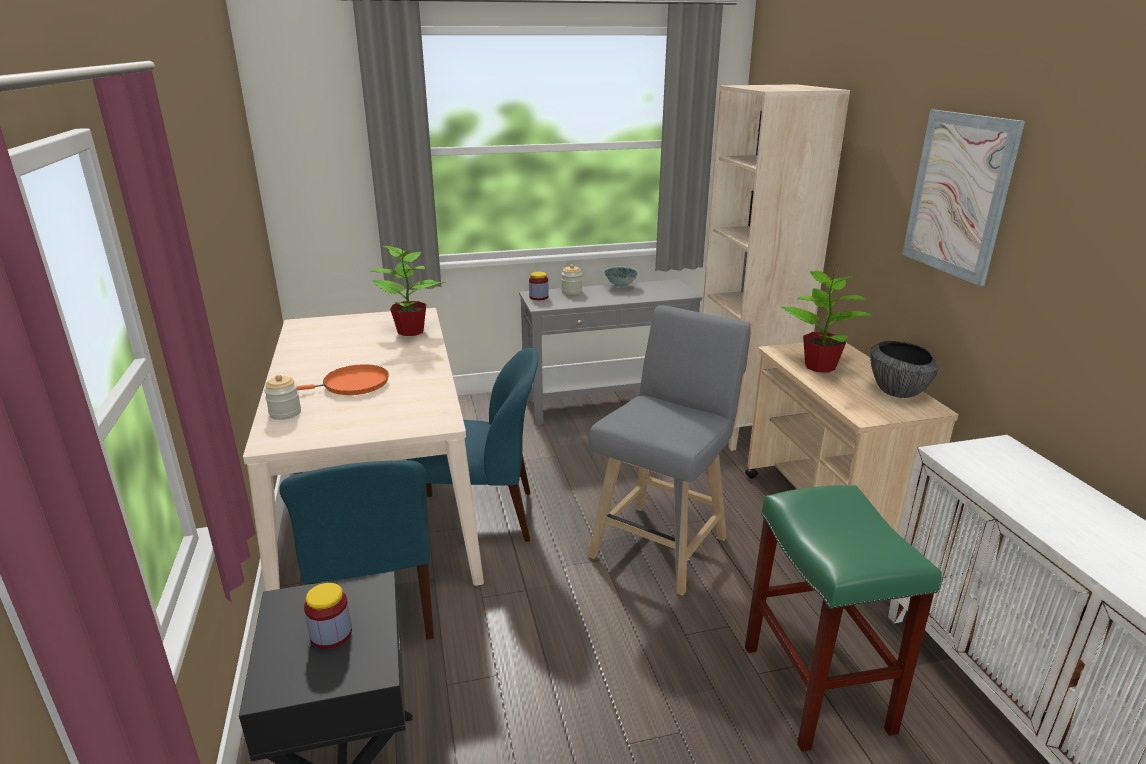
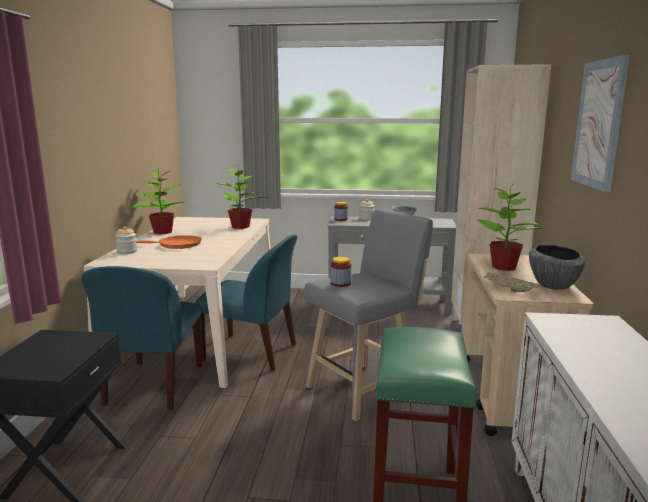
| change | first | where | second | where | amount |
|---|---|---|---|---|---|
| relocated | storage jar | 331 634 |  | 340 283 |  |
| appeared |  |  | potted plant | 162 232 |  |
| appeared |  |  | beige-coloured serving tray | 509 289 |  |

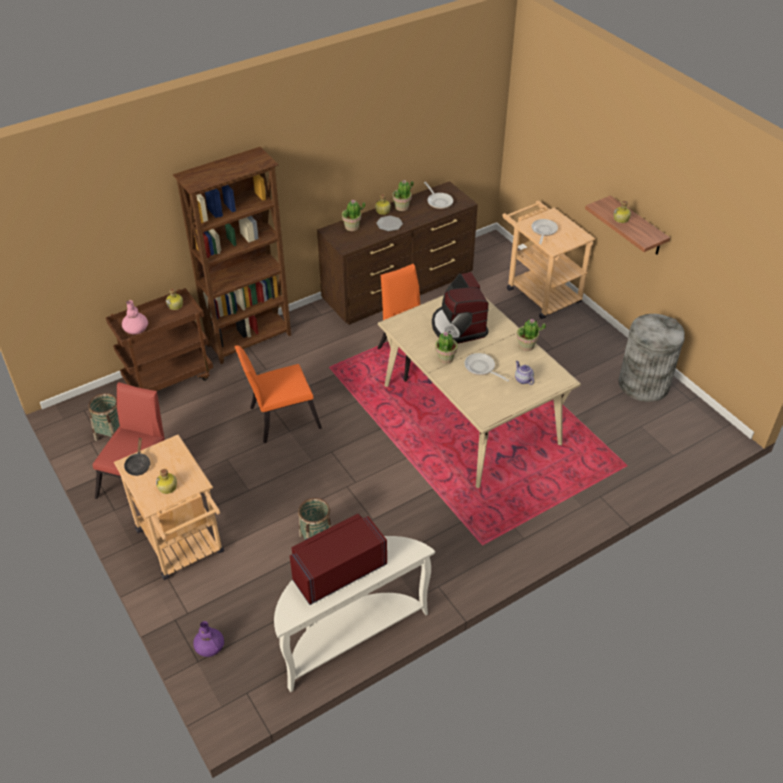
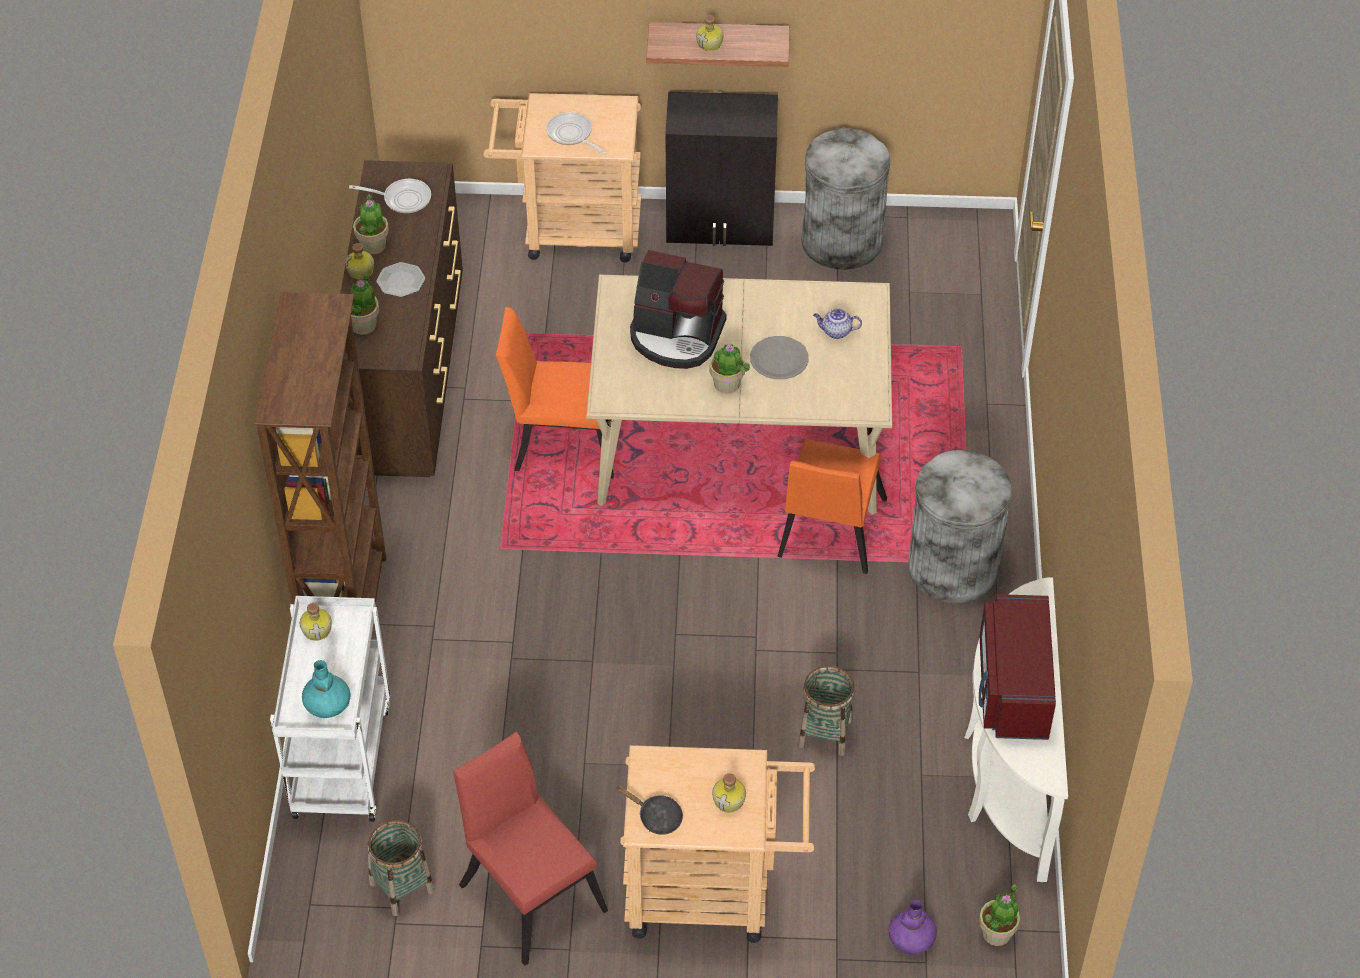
| change | first | where | second | where | amount |
|---|---|---|---|---|---|
| colour | brown trolley | 169 379 | whitish trolley | 340 758 |  |
| colour | pink-coloured decorative vase | 136 328 | turquoise decorative vase | 327 703 |  |
| relocated | potted plant | 526 346 |  | 997 933 |  |
| relocated | orangey chair | 280 418 |  | 828 534 |  |
| exchanged | frying pan | 481 368 | grey dinner plate | 779 359 |  |
| appeared |  |  | blackish cabinet | 721 225 |  |
| appeared |  |  | grey waste bin | 952 567 |  |

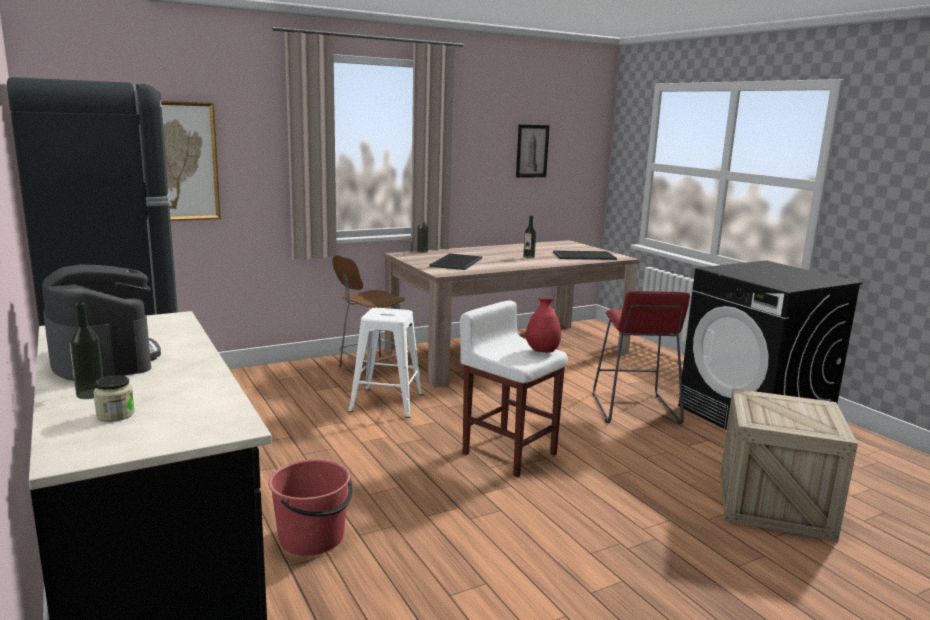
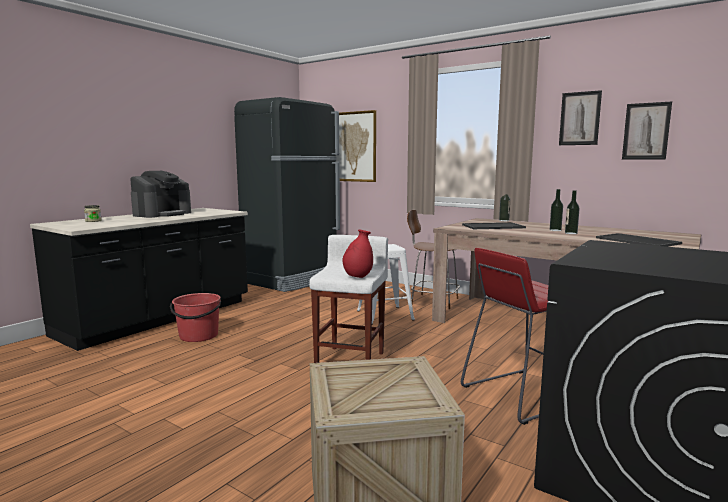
| change | first | where | second | where | amount |
|---|---|---|---|---|---|
| relocated | beverage bottle | 90 394 |  | 555 230 |  |
| appeared |  |  | wall picture | 579 118 |  |

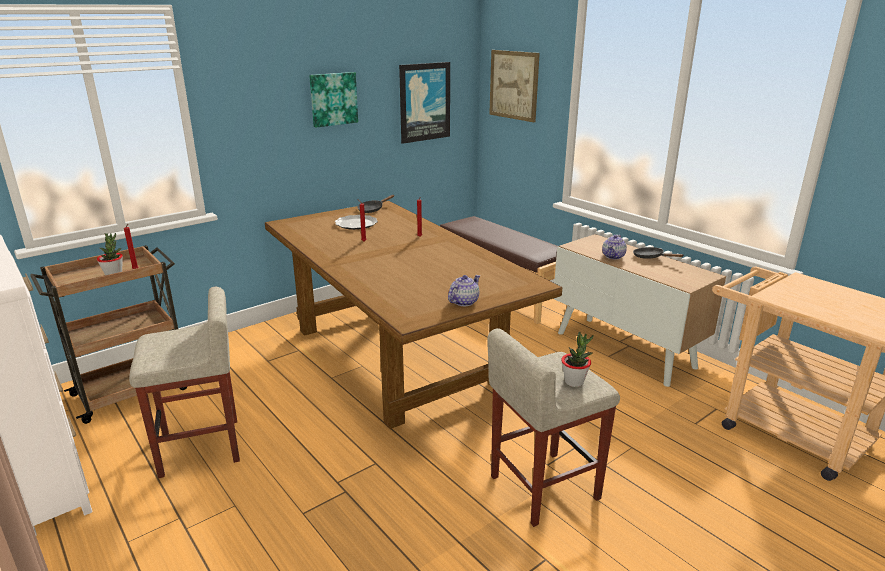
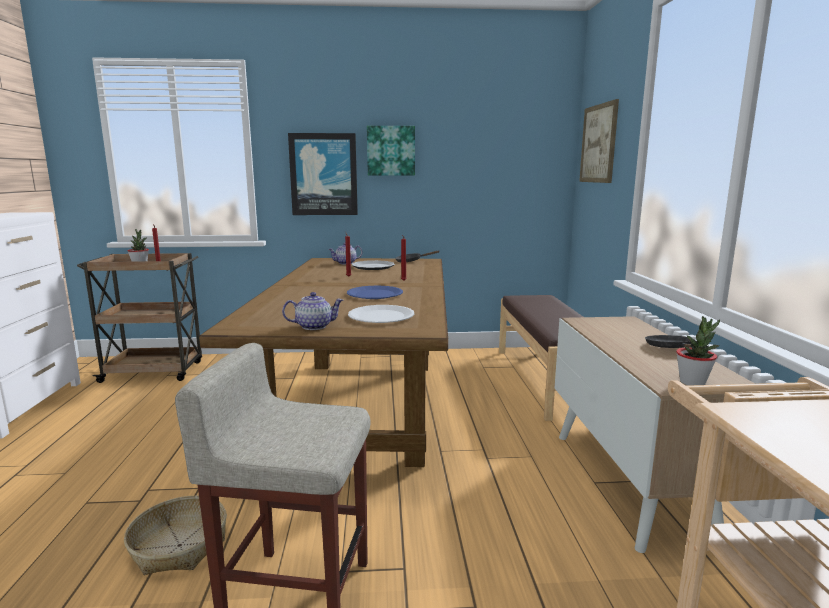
| change | first | where | second | where | amount |
|---|---|---|---|---|---|
| relocated | wall picture | 424 102 |  | 323 174 |  |
| relocated | tea pot | 613 256 |  | 345 263 |  |
| missing | beige-coloured stool seat | 202 447 |  |  |  |
| relocated | potted plant | 574 382 |  | 692 382 |  |
| appeared |  |  | blue-coloured dinner plate | 374 294 |  |
| appeared |  |  | whitish dinner plate | 381 316 |  |
| appeared |  |  | basket | 179 545 |  |

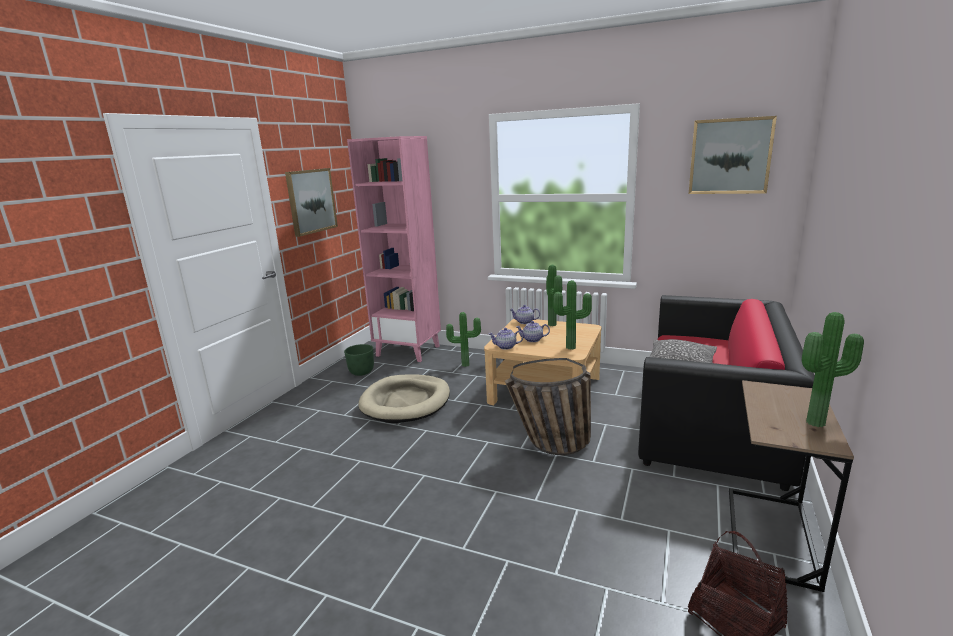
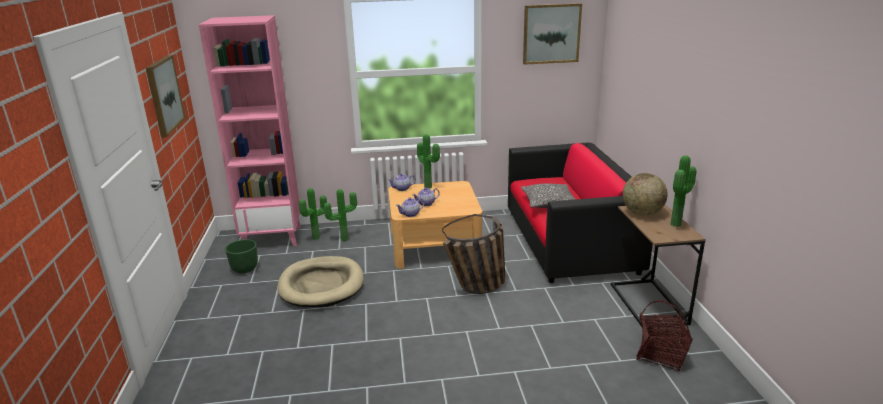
| change | first | where | second | where | amount |
|---|---|---|---|---|---|
| relocated | potted plant | 572 348 |  | 317 238 |  |
| appeared |  |  | world globe | 642 213 |  |

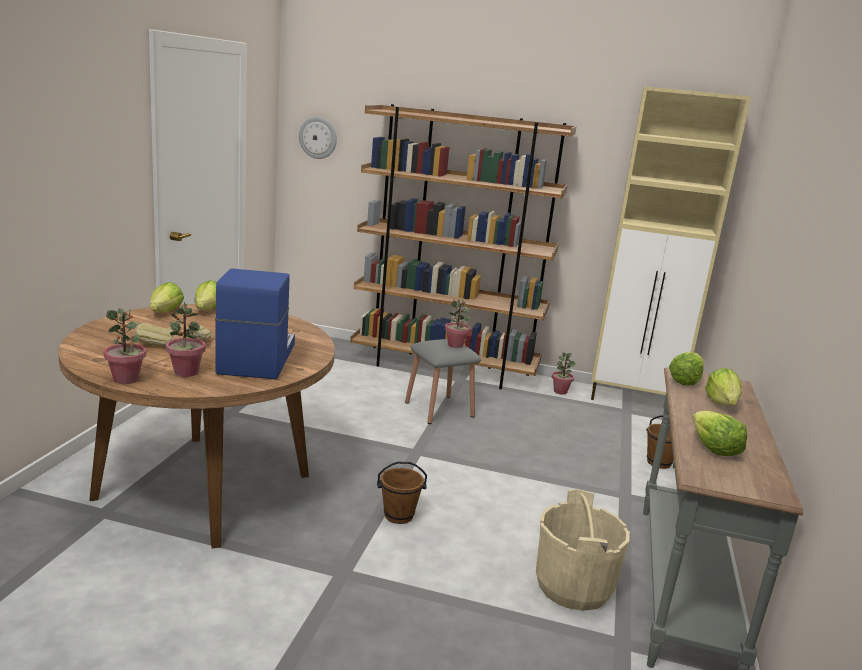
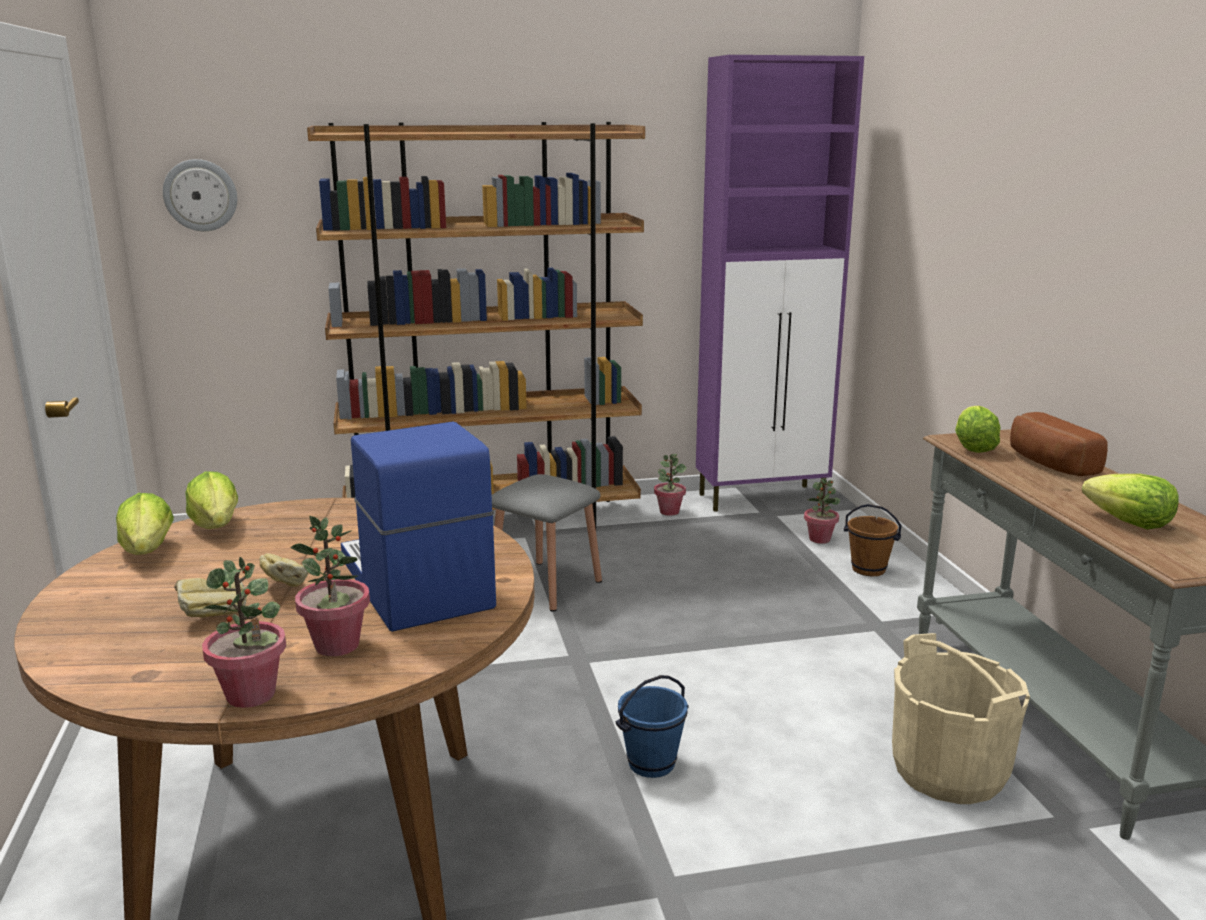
| change | first | where | second | where | amount |
|---|---|---|---|---|---|
| colour | beige-coloured cabinet | 634 401 | purple cabinet | 763 498 |  |
| relocated | potted plant | 455 345 |  | 820 539 |  |
| exchanged | head of lettuce | 722 403 | bakery bread | 1047 464 |  |
| colour | brown pail | 398 516 | blue-coloured pail | 652 764 |  |

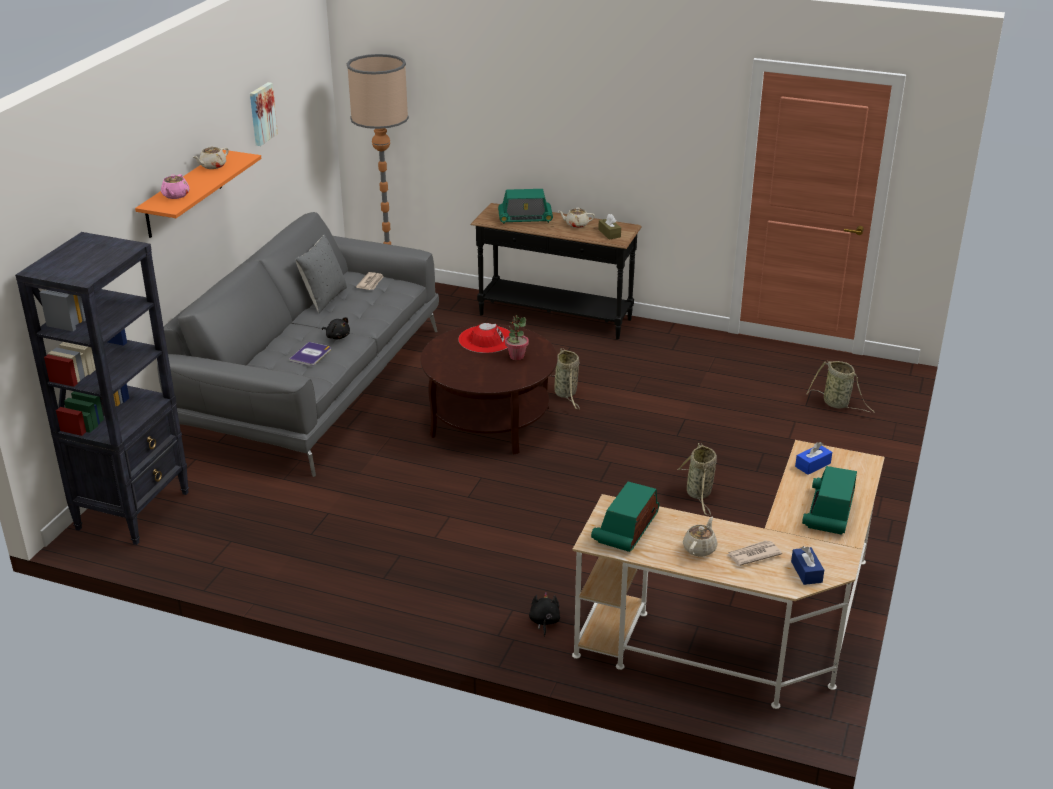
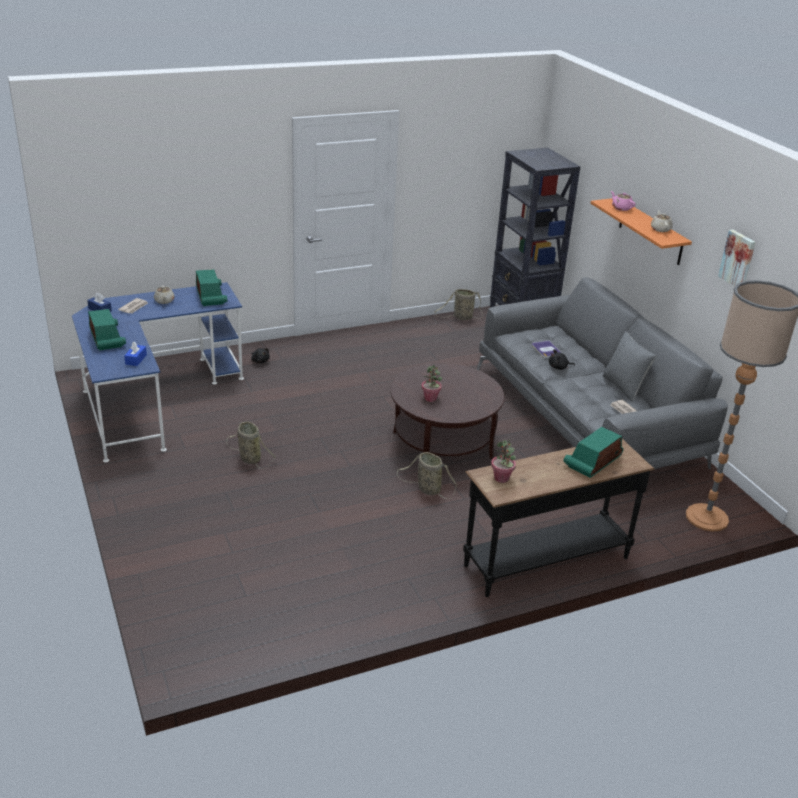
| change | first | where | second | where | amount |
|---|---|---|---|---|---|
| missing | beige-coloured tea pot | 576 224 |  |  |  |
| exchanged | brown tissue box | 609 233 | potted plant | 501 478 |  |
| missing | red-coloured hat | 486 339 |  |  |  |
| relocated | basket | 838 404 |  | 461 317 |  |
| colour | beige-coloured desk unit | 746 630 | blue-coloured desk unit | 151 397 |  |

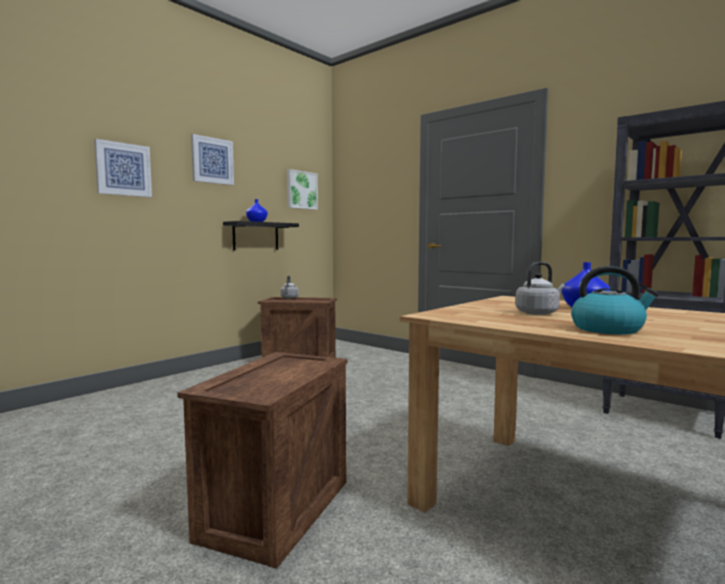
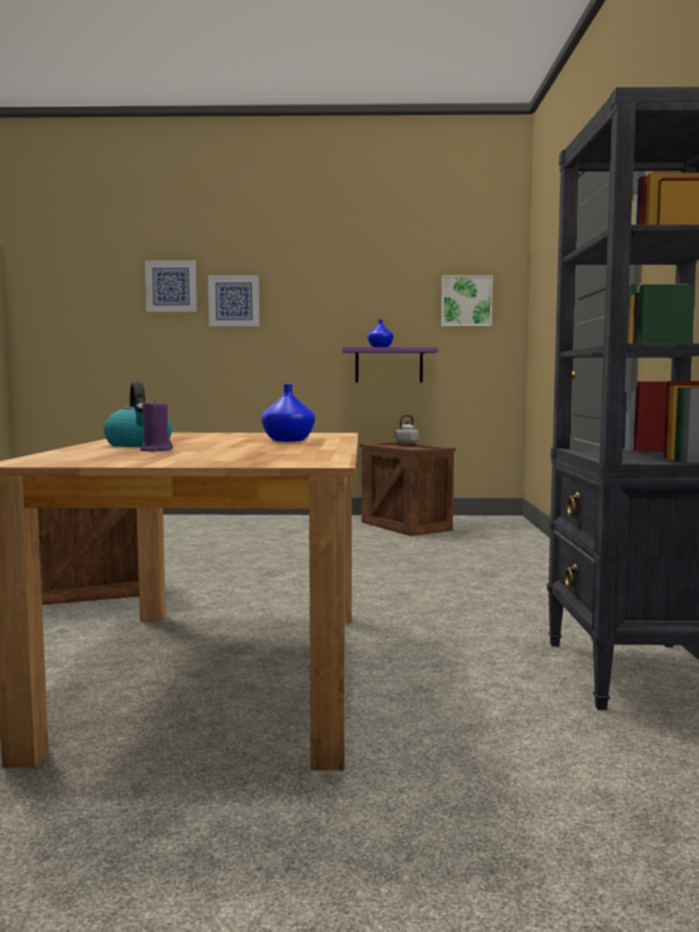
| change | first | where | second | where | amount |
|---|---|---|---|---|---|
| relocated | wall picture | 212 160 |  | 171 286 |  |
| colour | blackish shelf | 255 236 | purple shelf | 389 365 |  |
| missing | grey tea kettle | 538 313 |  |  |  |
| appeared |  |  | purple candle | 156 450 |  |

